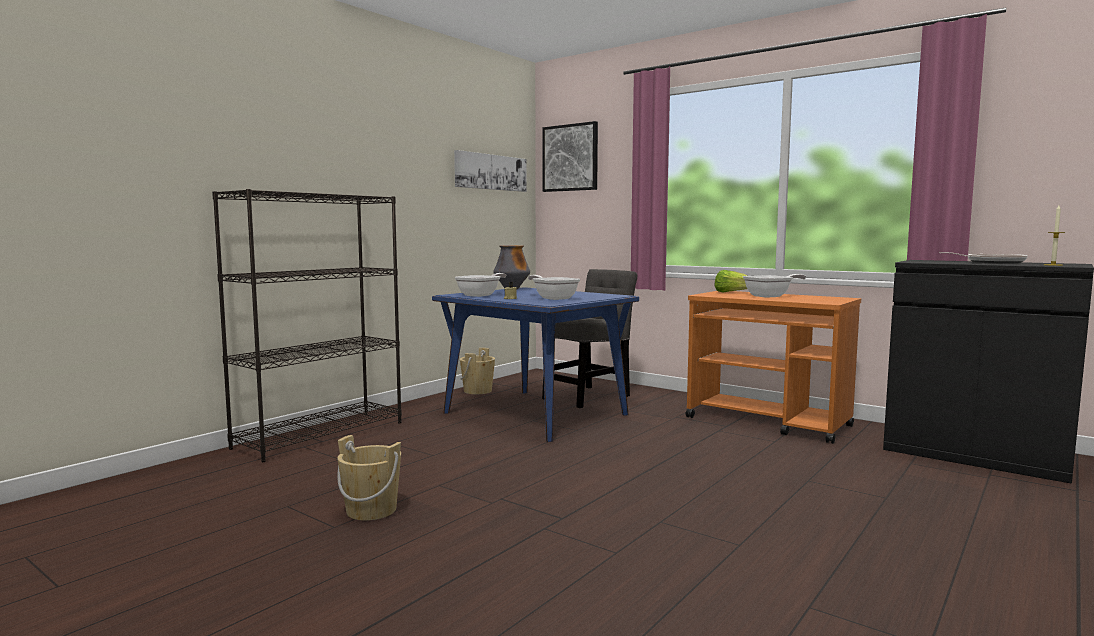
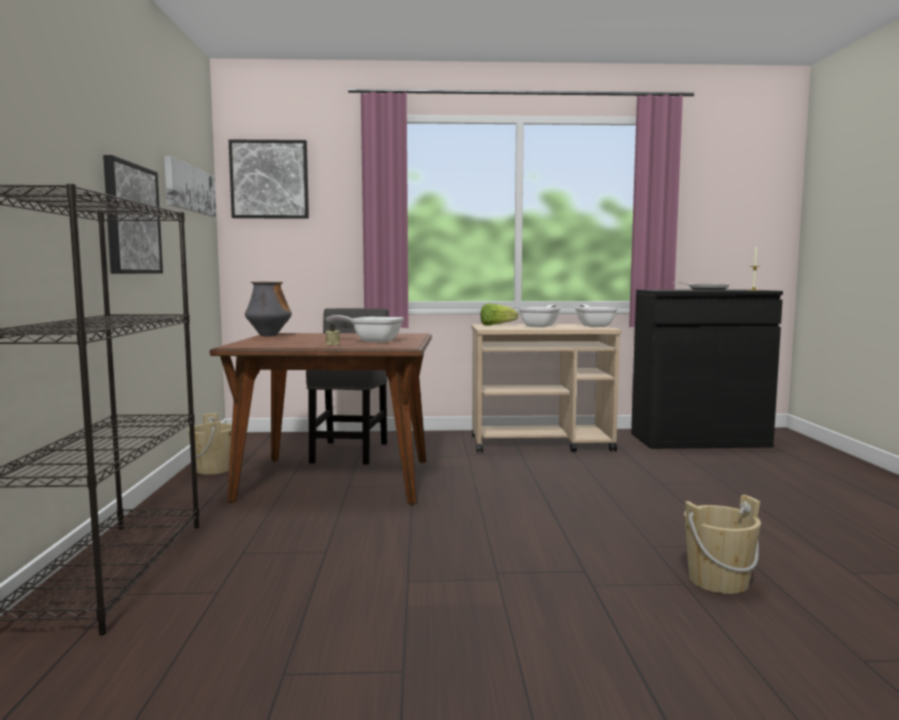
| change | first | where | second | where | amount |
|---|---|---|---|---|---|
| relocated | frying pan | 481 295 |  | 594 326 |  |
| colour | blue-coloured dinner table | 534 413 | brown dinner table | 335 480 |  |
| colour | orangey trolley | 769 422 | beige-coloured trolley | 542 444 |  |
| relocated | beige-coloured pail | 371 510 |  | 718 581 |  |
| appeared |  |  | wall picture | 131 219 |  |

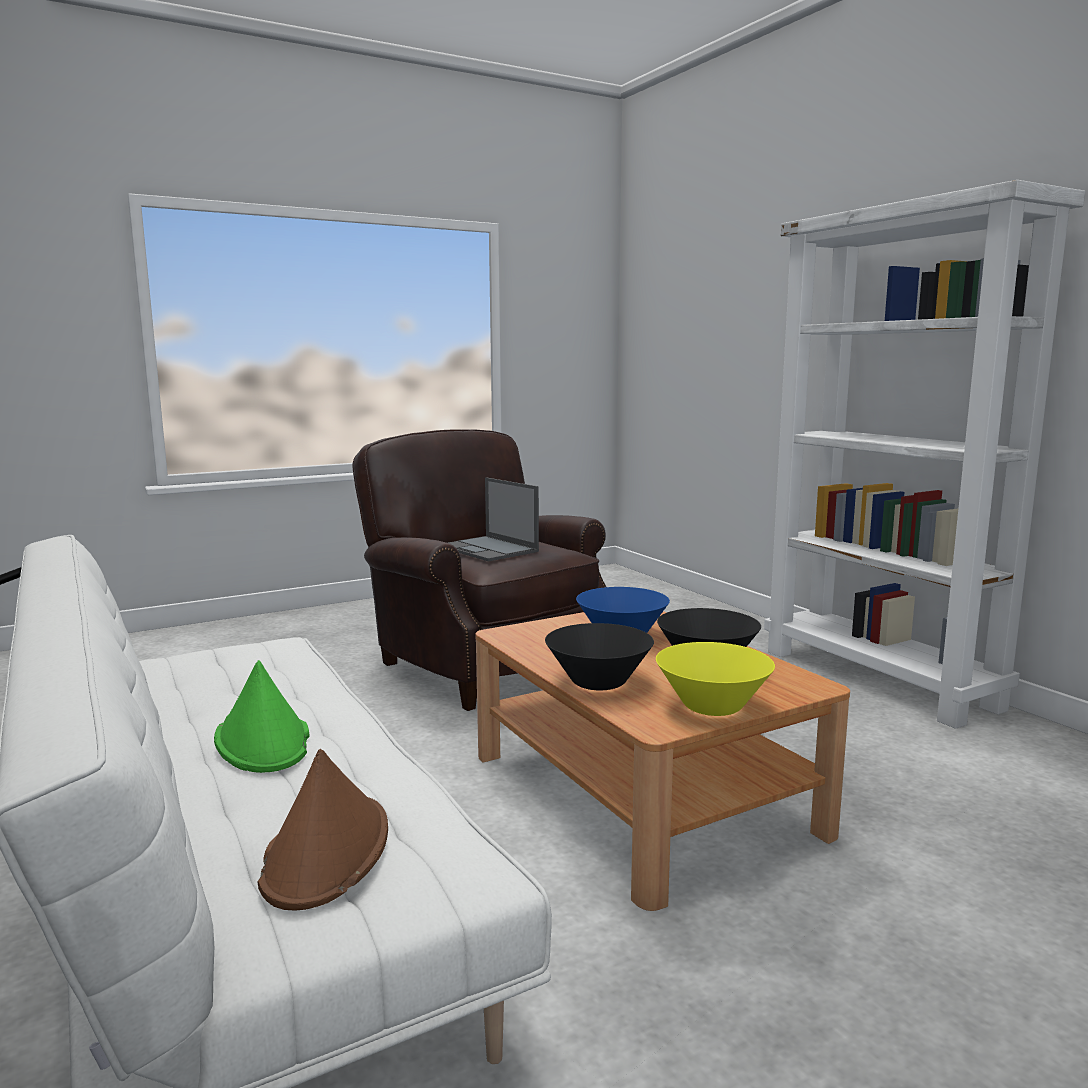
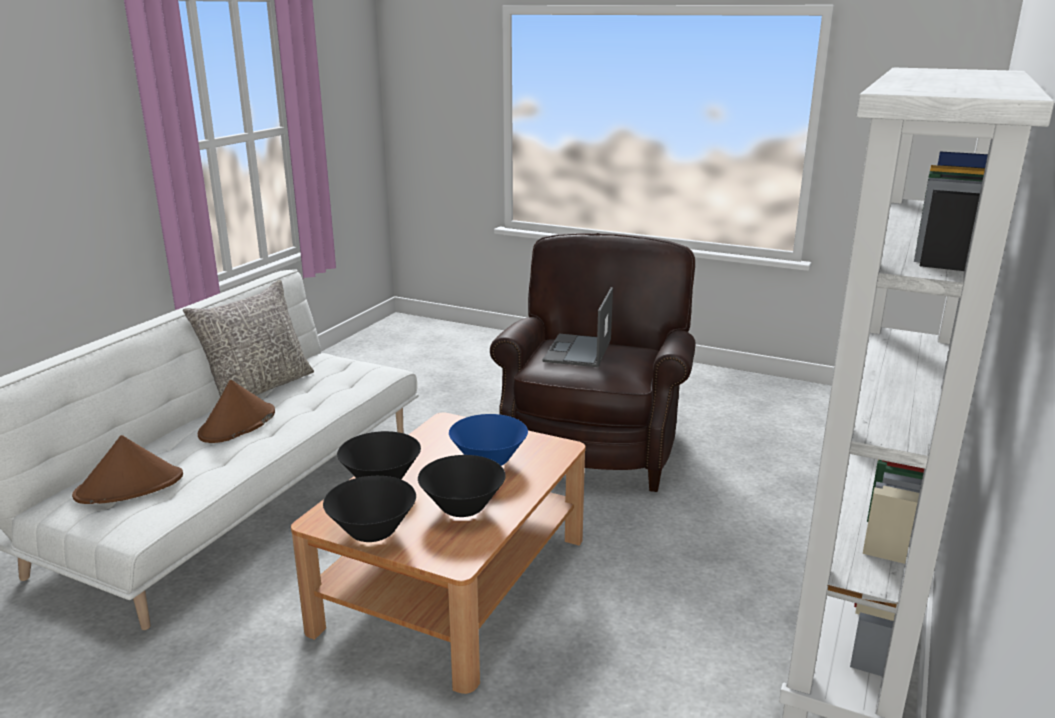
| change | first | where | second | where | amount |
|---|---|---|---|---|---|
| colour | yellow deep dish | 712 706 | blackish deep dish | 372 531 |  |
| colour | greenish hat | 263 740 | brown hat | 237 424 |  |
| appeared |  |  | grey cushion | 259 388 |  |

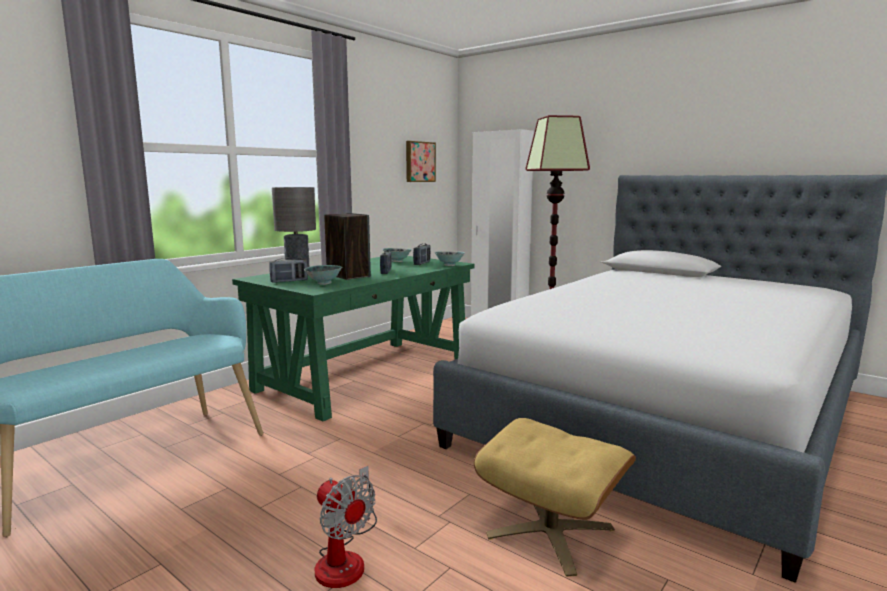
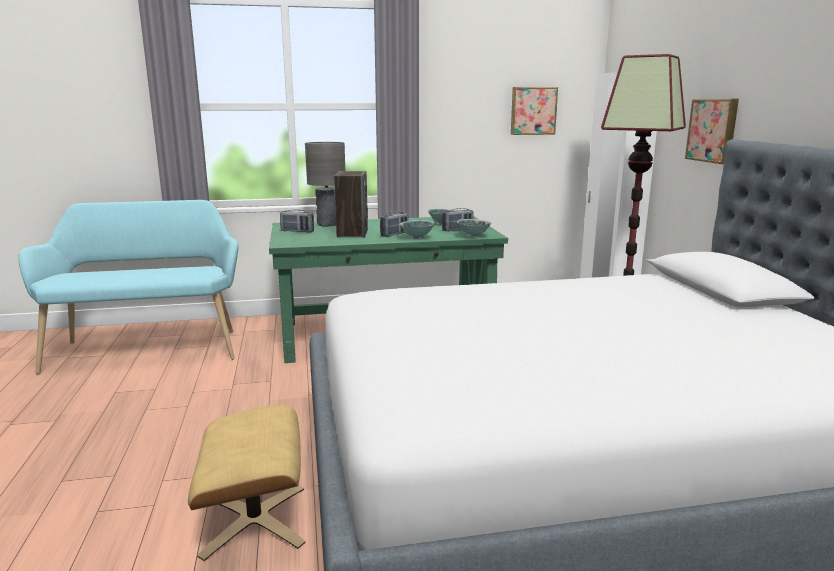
| change | first | where | second | where | amount |
|---|---|---|---|---|---|
| relocated | deep dish | 324 283 |  | 417 238 |  |
| missing | fan | 345 557 |  |  |  |
| appeared |  |  | wall picture | 713 130 |  |

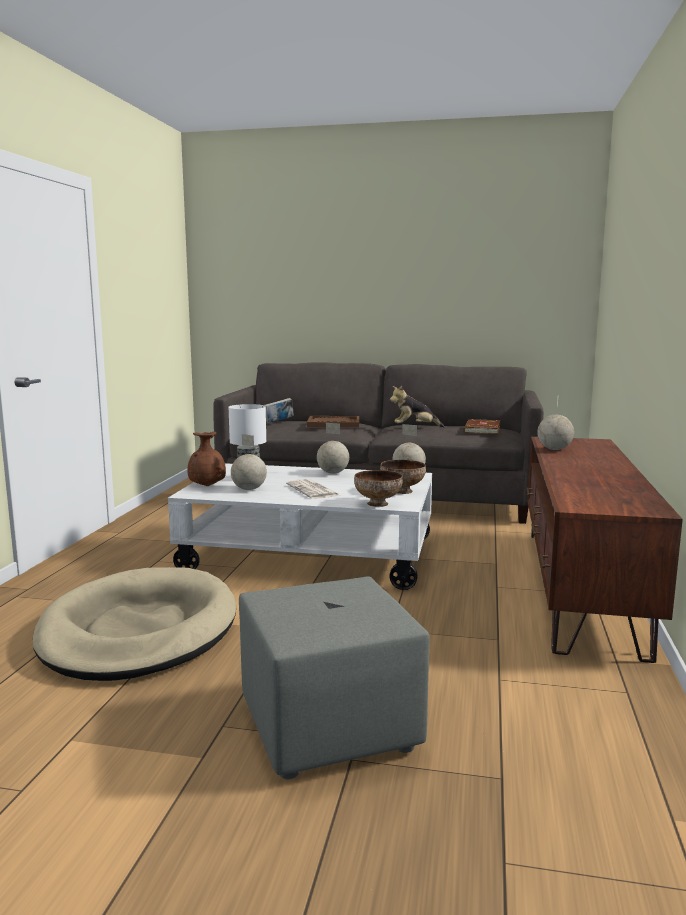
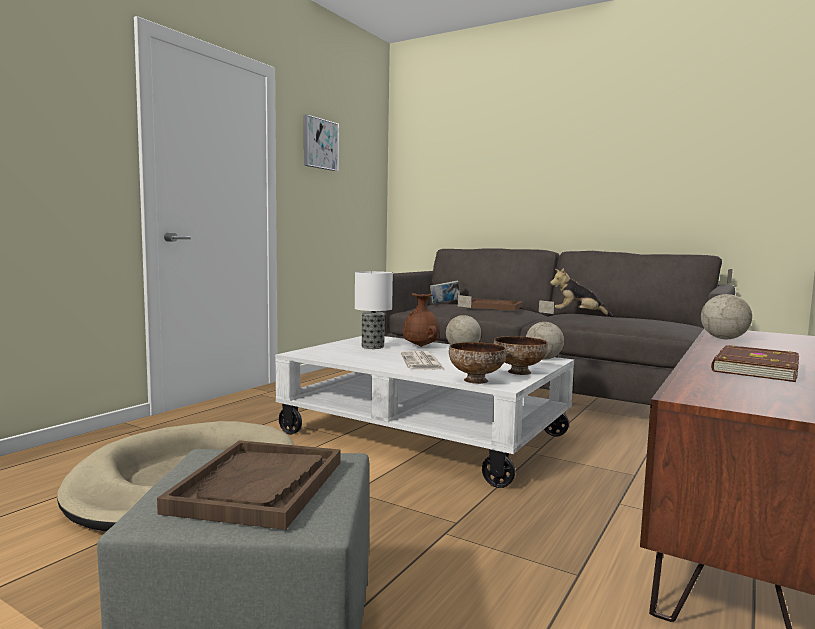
| change | first | where | second | where | amount |
|---|---|---|---|---|---|
| relocated | brown book | 481 429 |  | 753 368 |  |
| relocated | brown decorative vase | 207 485 |  | 421 346 |  |
| missing | world globe | 249 489 |  |  |  |
| appeared |  |  | wall picture | 319 144 |  |
| appeared |  |  | brown serving tray | 259 486 |  |

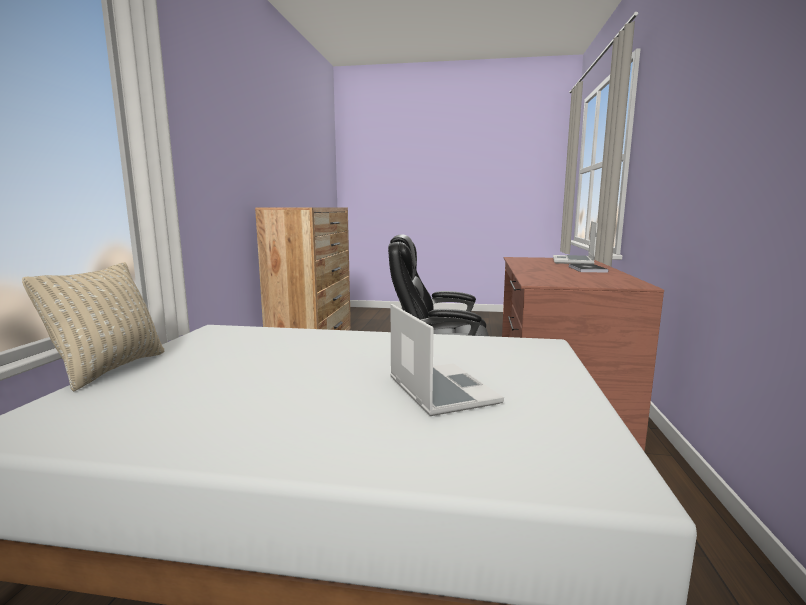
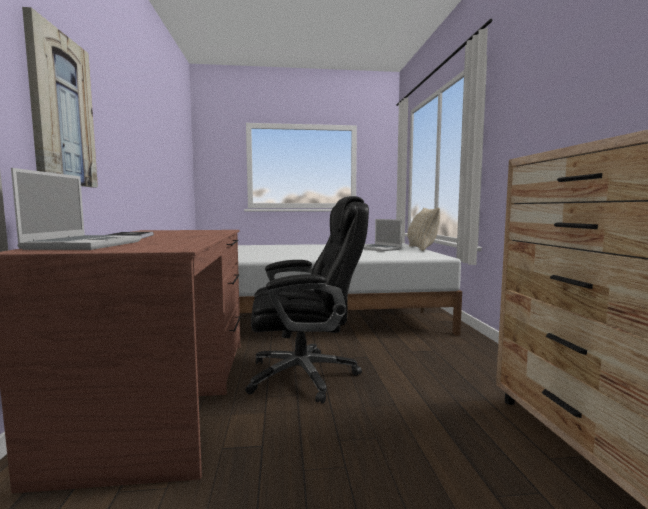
| change | first | where | second | where | amount |
|---|---|---|---|---|---|
| relocated | laptop | 440 390 |  | 379 249 |  |
| appeared |  |  | wall picture | 61 110 |  |

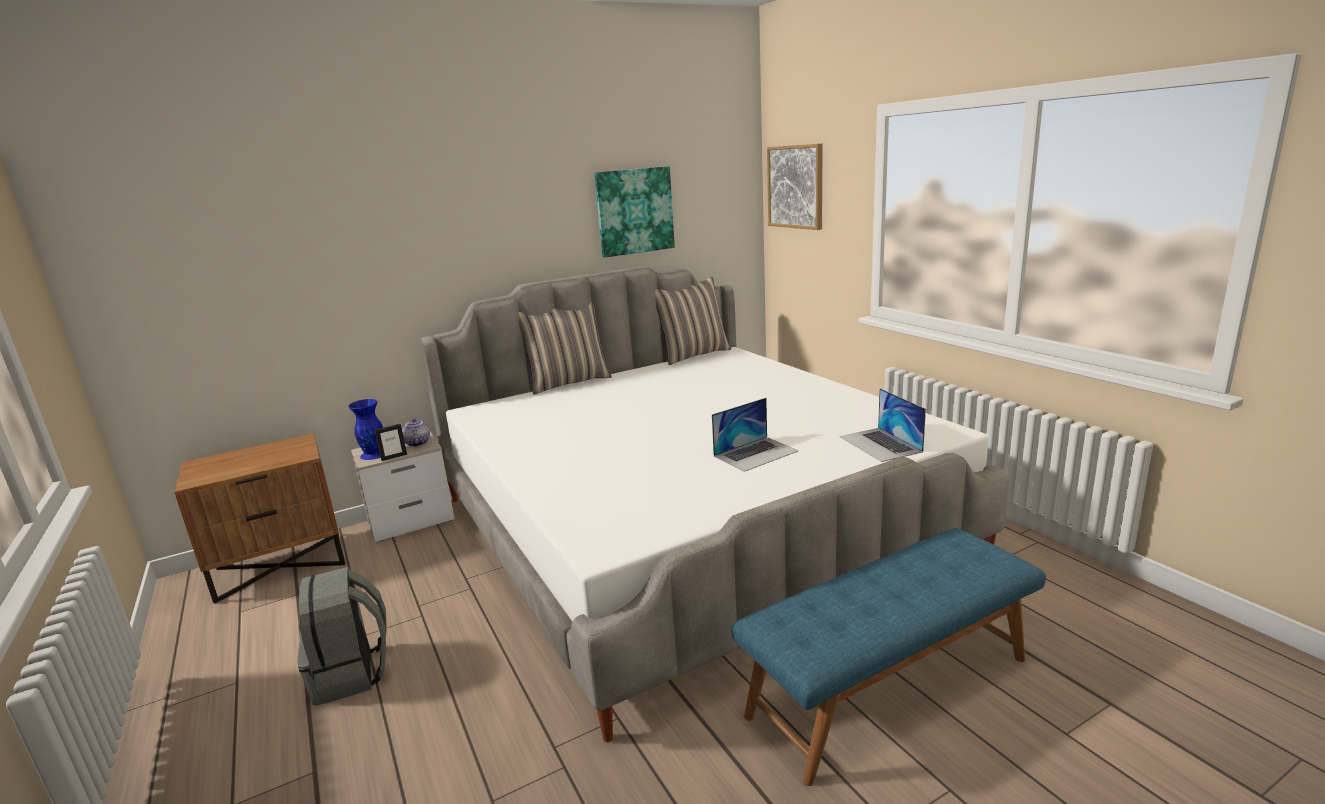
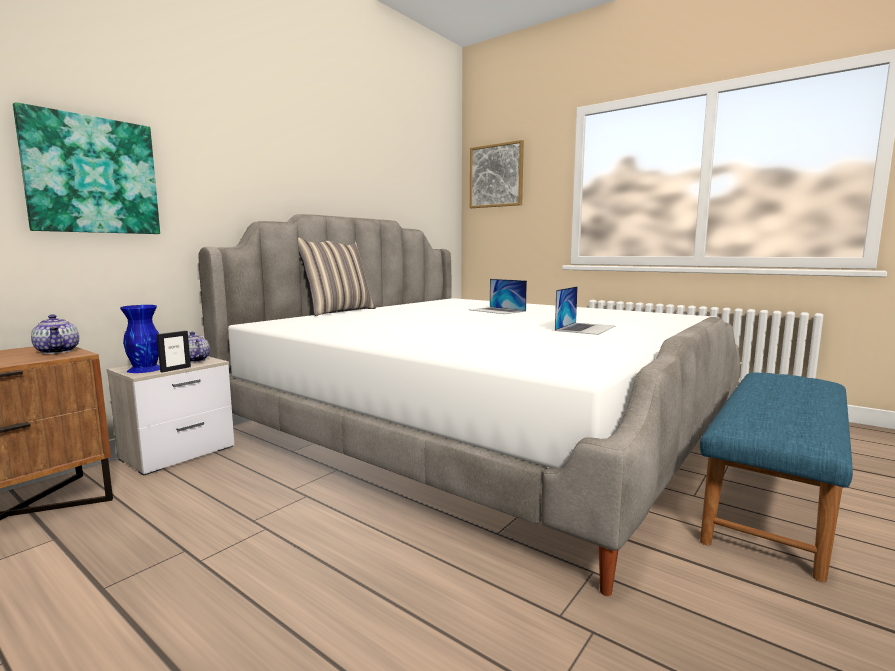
| change | first | where | second | where | amount |
|---|---|---|---|---|---|
| relocated | wall picture | 634 211 |  | 92 175 |  |
| missing | cushion | 693 354 |  |  |  |
| relocated | laptop | 880 444 |  | 497 310 |  |
| missing | grey knapsack | 352 674 |  |  |  |
| appeared |  |  | tea pot | 58 351 |  |

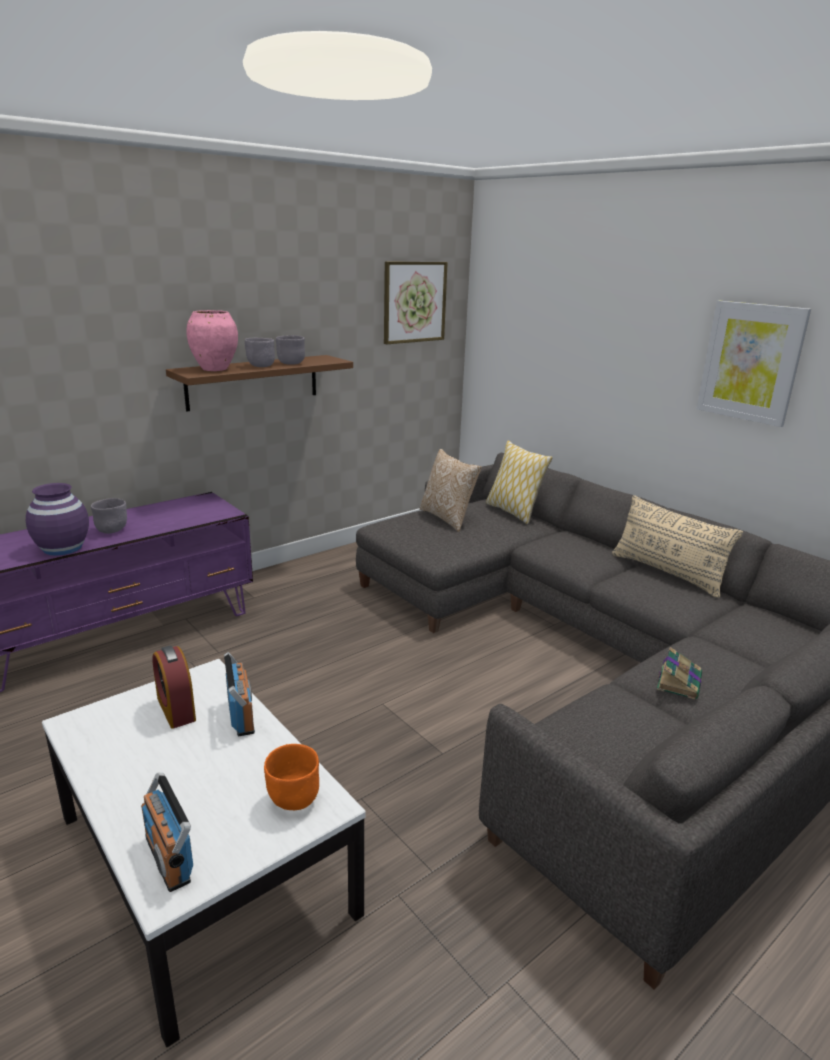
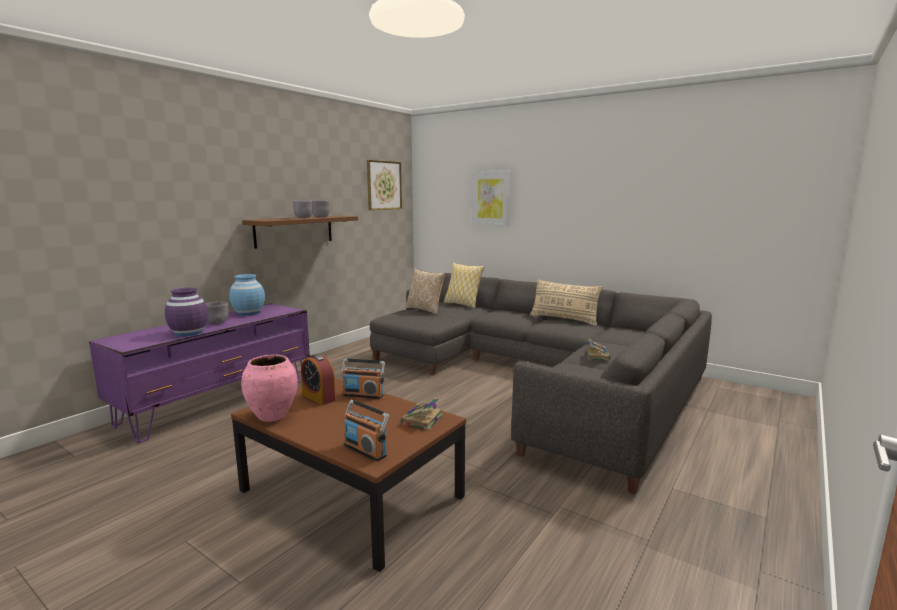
| change | first | where | second | where | amount |
|---|---|---|---|---|---|
| relocated | wall picture | 751 362 |  | 491 198 |  |
| relocated | pink-coloured decorative vase | 214 369 |  | 272 416 |  |
| spun | radio set | 241 716 |  | 363 395 | 135 degrees clockwise |
| colour | whitish low table | 205 863 | brown low table | 351 493 |  |
| exchanged | orangey deep dish | 293 800 | book | 422 420 |  |
| appeared |  |  | blue-coloured decorative vase | 248 313 |  |

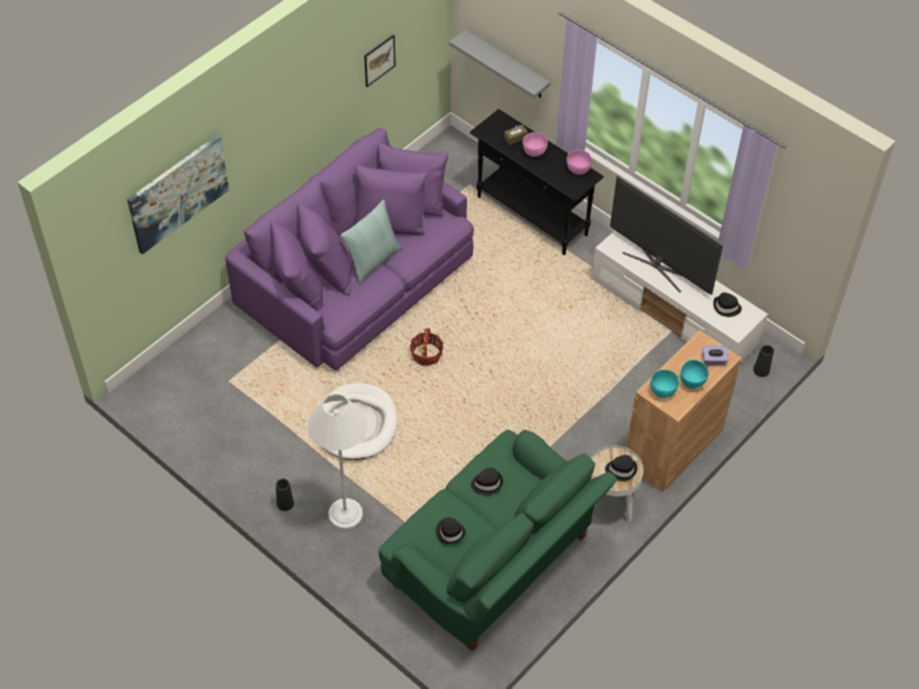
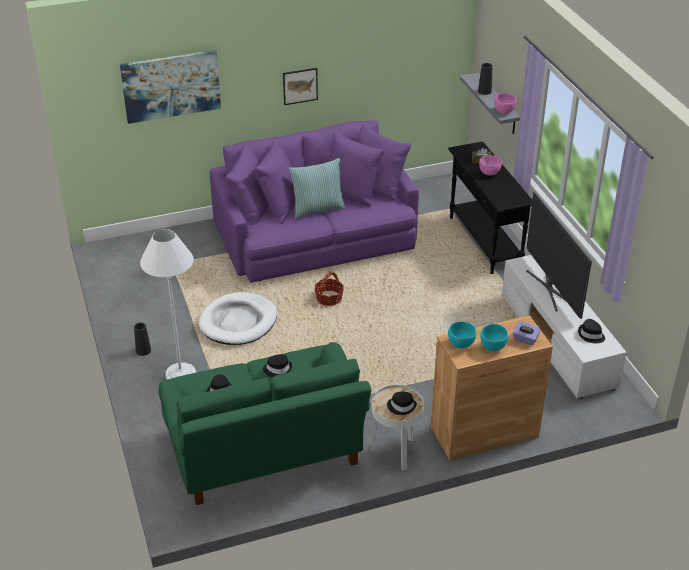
| change | first | where | second | where | amount |
|---|---|---|---|---|---|
| relocated | wall picture | 379 60 |  | 300 86 |  |
| relocated | pink-coloured deep dish | 578 170 |  | 504 111 |  |
| relocated | blackish decorative vase | 761 370 |  | 484 91 |  |

